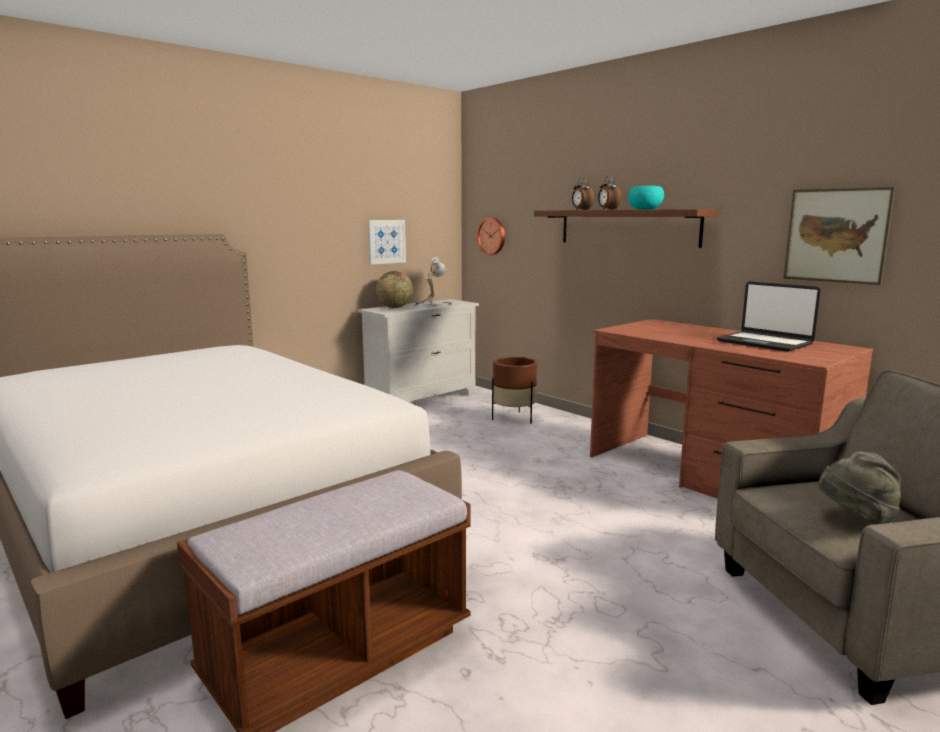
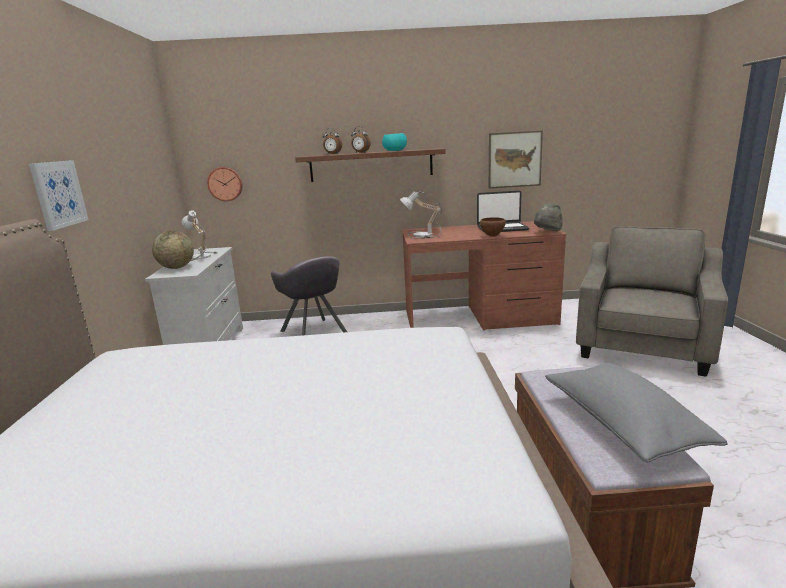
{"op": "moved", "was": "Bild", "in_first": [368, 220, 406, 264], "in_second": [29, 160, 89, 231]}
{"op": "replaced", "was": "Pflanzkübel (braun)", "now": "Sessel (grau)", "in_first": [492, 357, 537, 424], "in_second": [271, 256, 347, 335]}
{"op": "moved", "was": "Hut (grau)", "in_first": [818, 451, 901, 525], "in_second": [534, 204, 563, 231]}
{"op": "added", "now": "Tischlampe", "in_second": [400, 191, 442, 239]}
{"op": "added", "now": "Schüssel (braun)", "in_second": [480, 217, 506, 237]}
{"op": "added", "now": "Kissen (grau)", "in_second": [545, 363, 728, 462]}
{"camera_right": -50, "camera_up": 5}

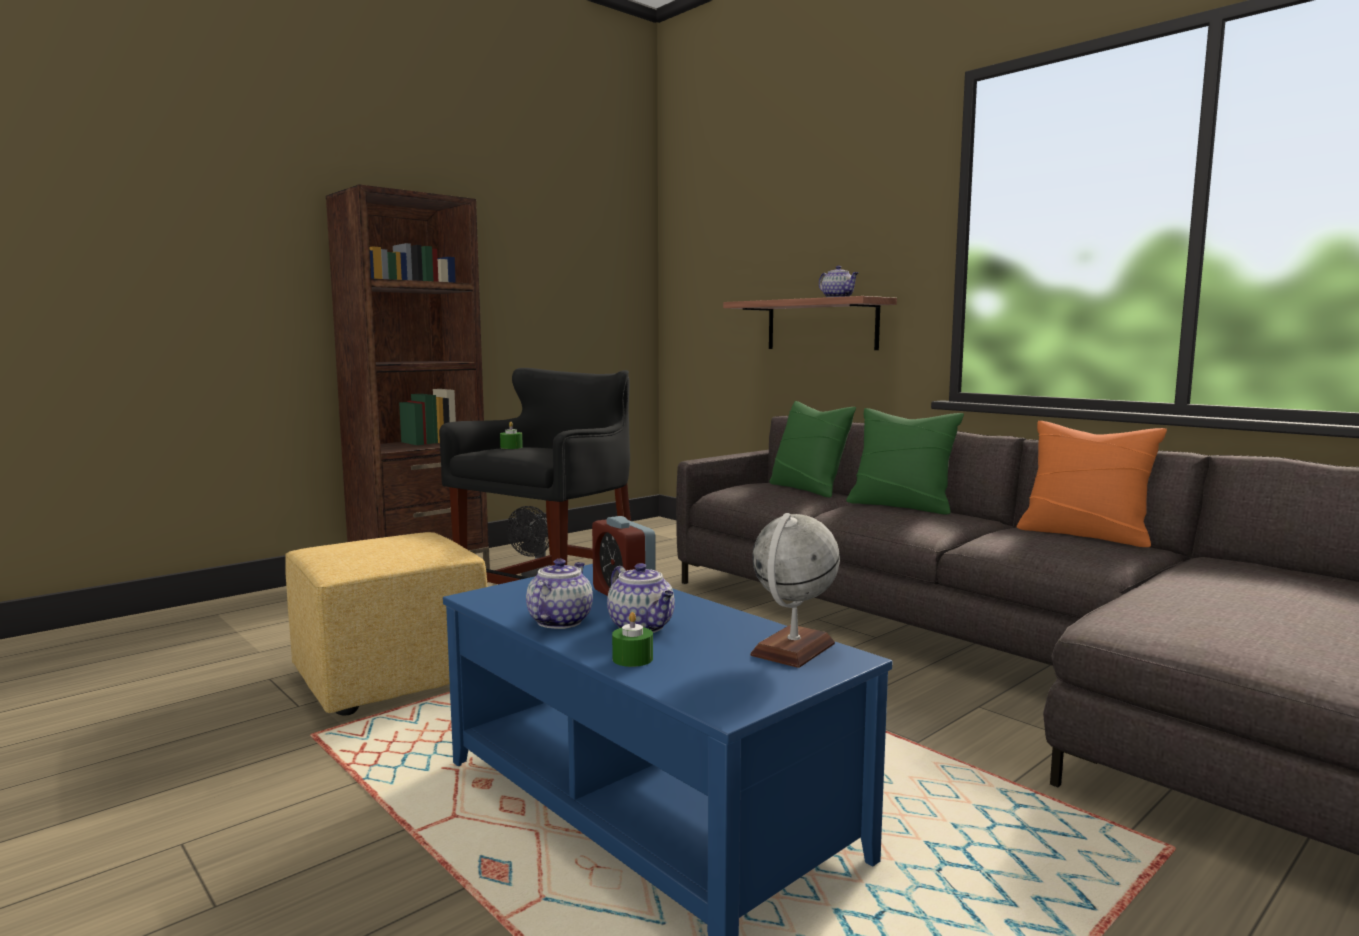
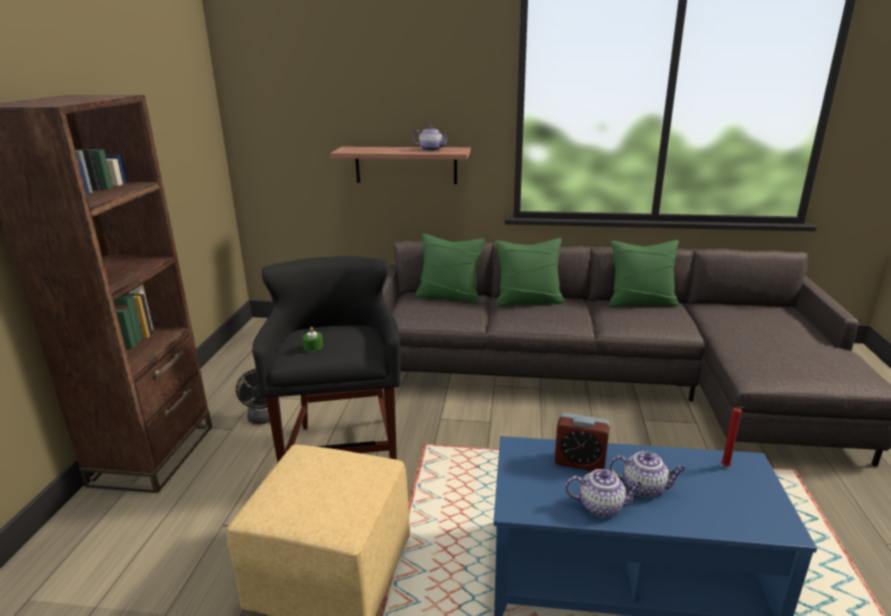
{"op": "turned", "was": "Teekanne", "in_first": [526, 559, 593, 629], "in_second": [565, 469, 642, 517], "clockwise": 120}
{"op": "removed", "was": "Kerze (grün)", "in_first": [612, 612, 653, 667]}
{"op": "replaced", "was": "Globus", "now": "Kerze (rot)", "in_first": [750, 513, 840, 668], "in_second": [721, 407, 744, 467]}
{"op": "recoloured", "was": "Kissen (orange)", "now": "Kissen (grün)", "in_first": [1017, 421, 1167, 547], "in_second": [609, 240, 679, 307]}
{"camera_right": -40, "camera_up": 15}

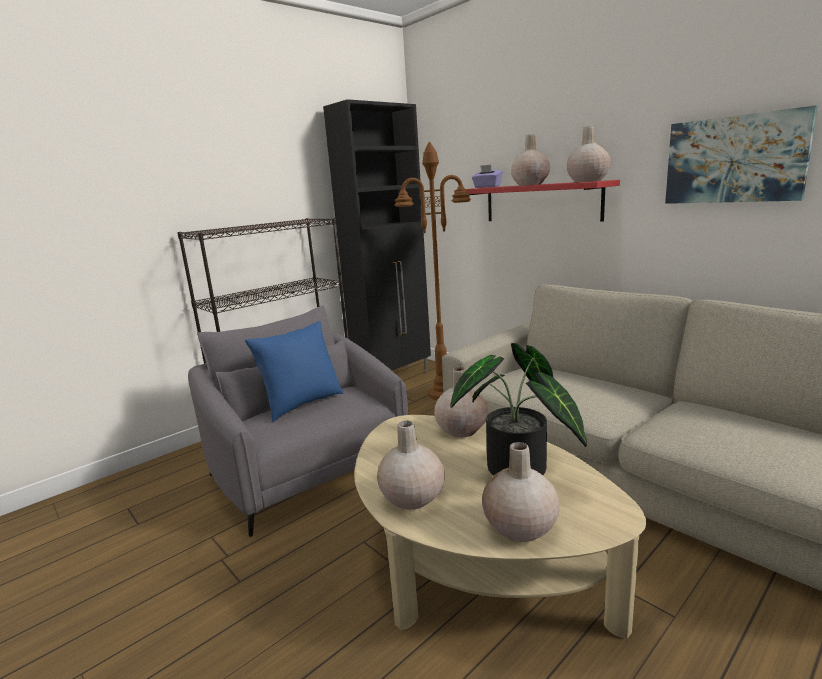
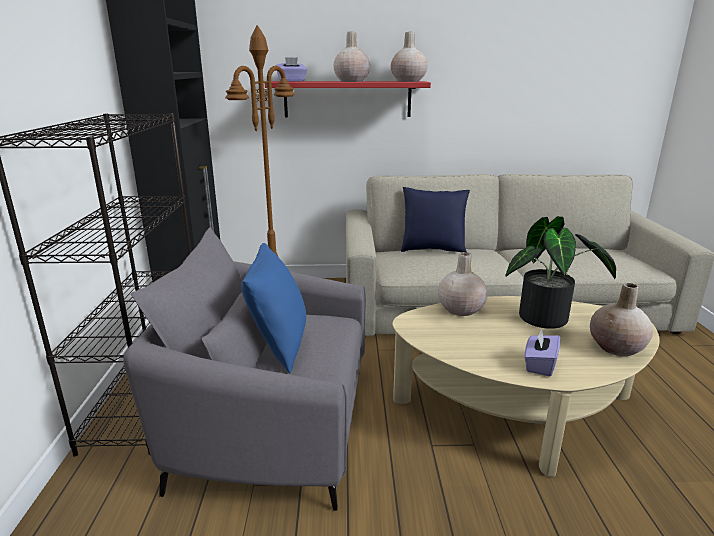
{"op": "replaced", "was": "Vase (beige)", "now": "Taschentuchbox (lila)", "in_first": [377, 421, 445, 510], "in_second": [524, 328, 560, 377]}
{"op": "removed", "was": "Bild", "in_first": [665, 105, 818, 204]}
{"op": "added", "now": "Kissen (blau)", "in_second": [401, 187, 470, 252]}
{"camera_right": -50, "camera_up": 5}

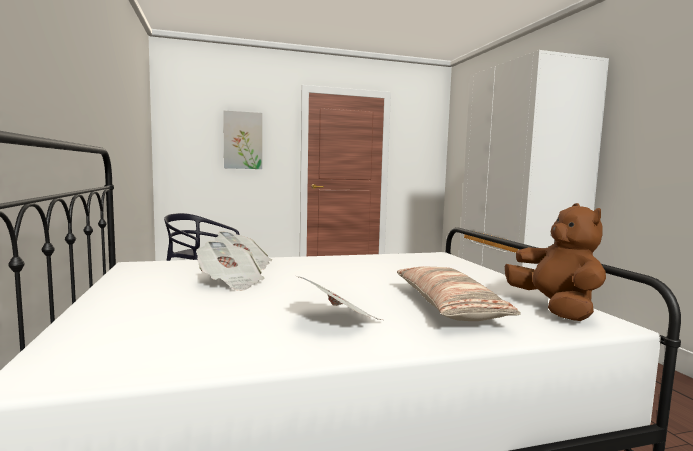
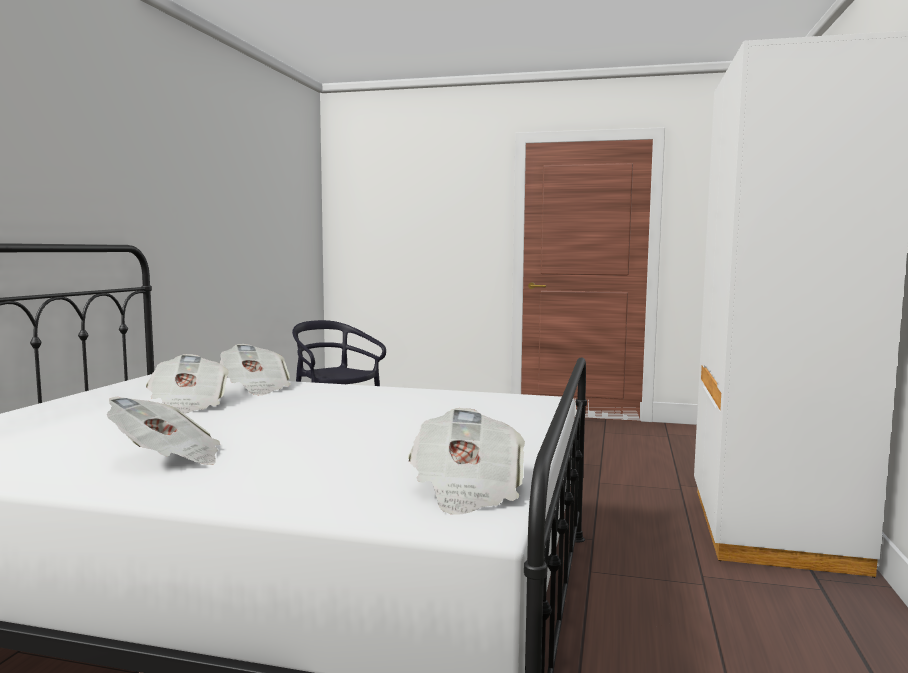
{"op": "removed", "was": "Bild", "in_first": [223, 111, 262, 169]}
{"op": "removed", "was": "Kissen", "in_first": [397, 266, 521, 321]}
{"op": "replaced", "was": "Plüschtier (braun)", "now": "Zeitung", "in_first": [505, 203, 606, 321], "in_second": [408, 408, 525, 515]}
{"camera_right": 30, "camera_up": 0}

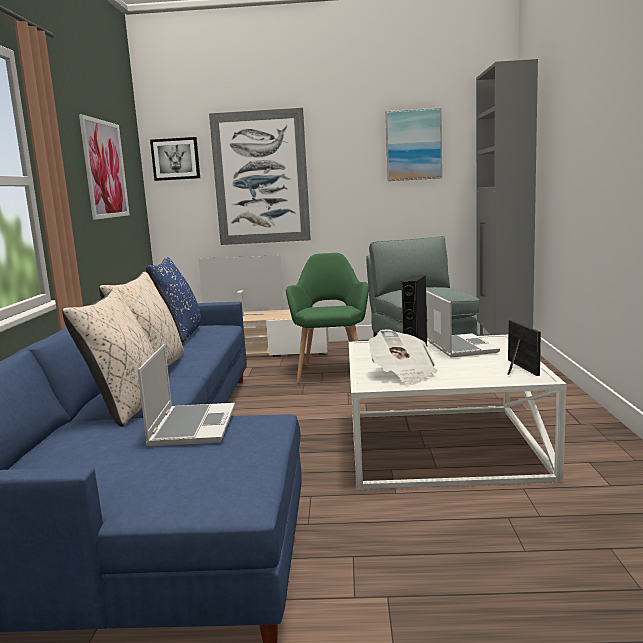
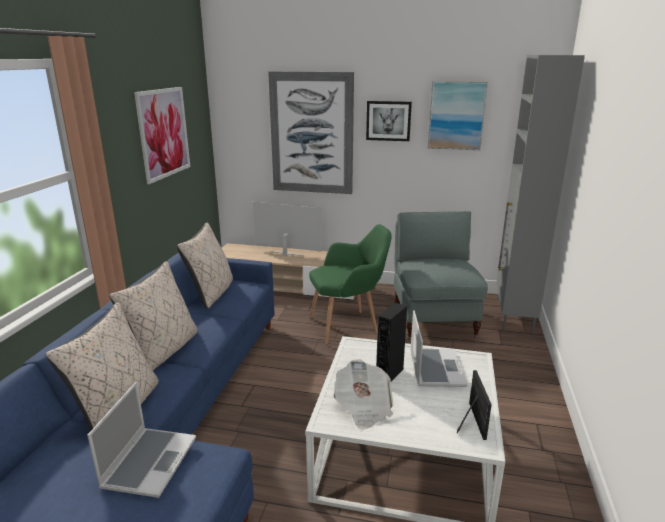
{"op": "recoloured", "was": "Kissen (blau)", "now": "Kissen (beige)", "in_first": [146, 257, 201, 342], "in_second": [177, 223, 233, 309]}
{"op": "moved", "was": "Bild", "in_first": [150, 137, 200, 181], "in_second": [366, 101, 412, 141]}
{"op": "turned", "was": "Sessel (grün)", "in_first": [286, 253, 369, 384], "in_second": [309, 224, 392, 345], "clockwise": 60}
{"camera_right": 10, "camera_up": 10}

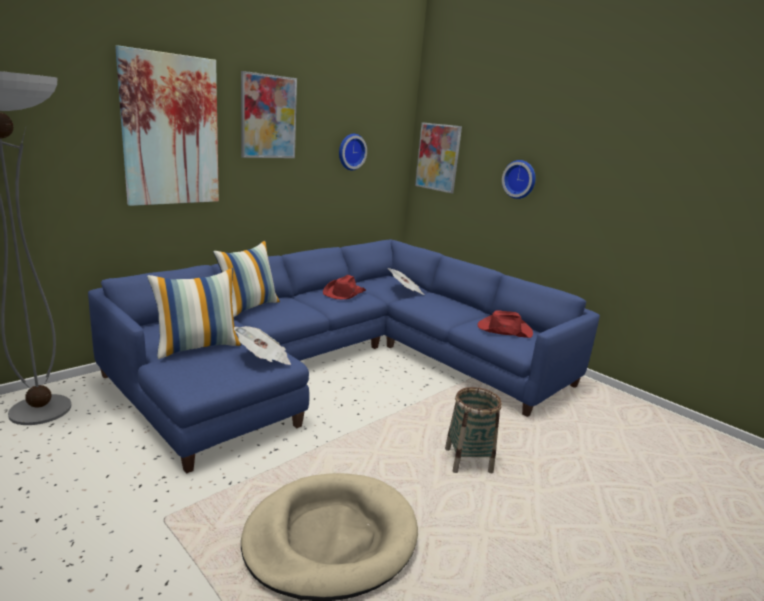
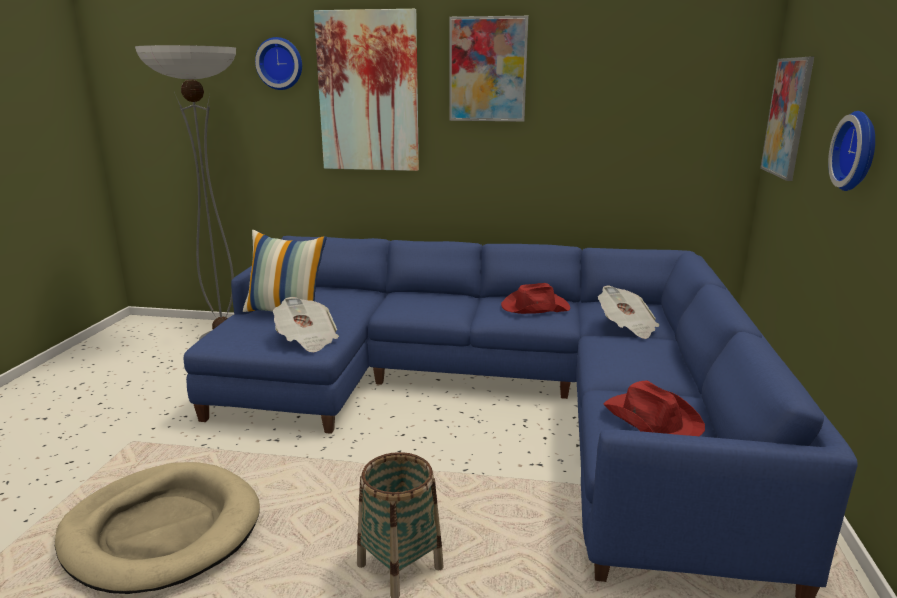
{"op": "removed", "was": "Kissen", "in_first": [213, 241, 280, 317]}
{"op": "moved", "was": "Wanduhr", "in_first": [339, 134, 367, 170], "in_second": [255, 37, 302, 90]}
{"camera_right": 55, "camera_up": 0}

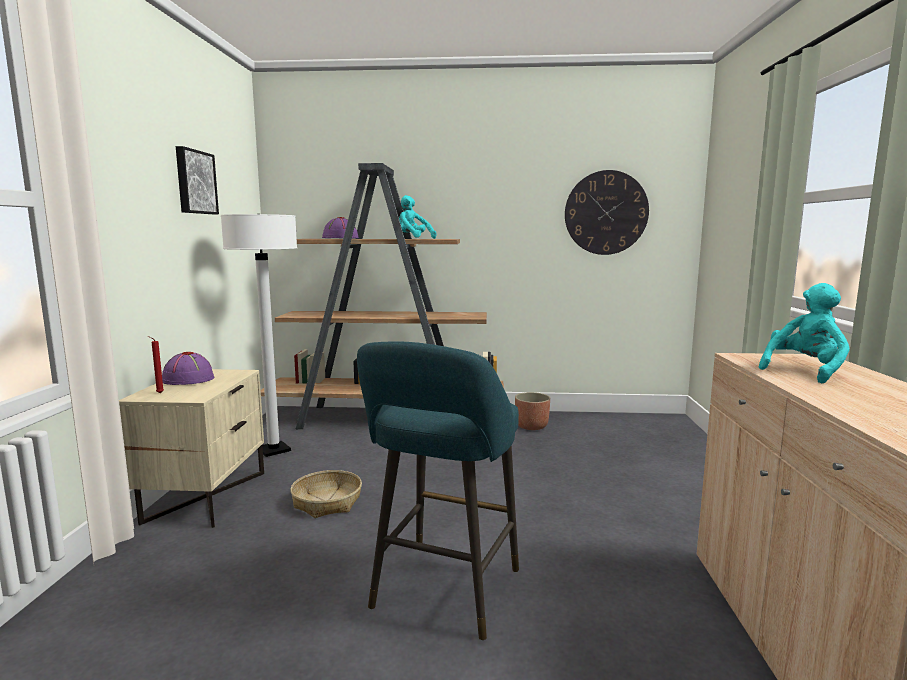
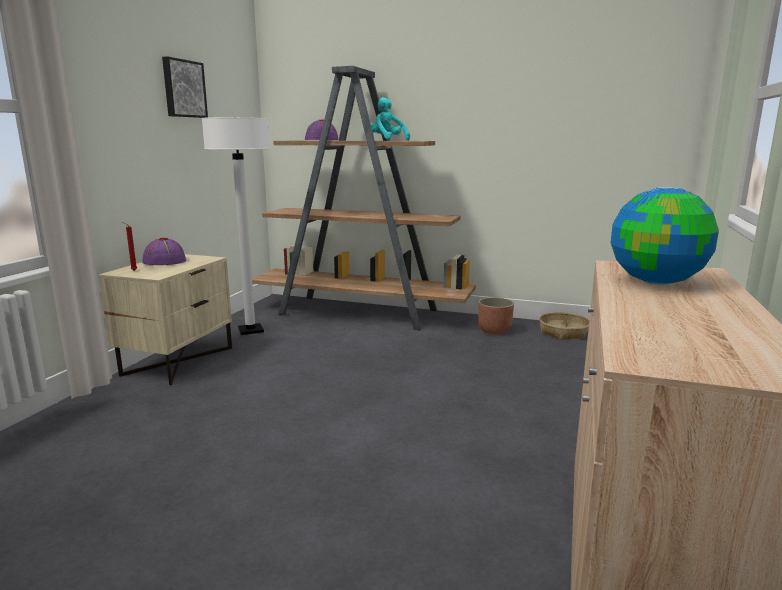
{"op": "moved", "was": "Korb", "in_first": [290, 470, 362, 518], "in_second": [539, 312, 589, 340]}
{"op": "removed", "was": "Hocker (türkis)", "in_first": [357, 341, 519, 640]}
{"op": "removed", "was": "Wanduhr", "in_first": [565, 170, 649, 255]}
{"op": "replaced", "was": "Plüschtier (türkis)", "now": "Globus", "in_first": [759, 283, 850, 384], "in_second": [611, 187, 719, 285]}
{"camera_right": 15, "camera_up": 5}

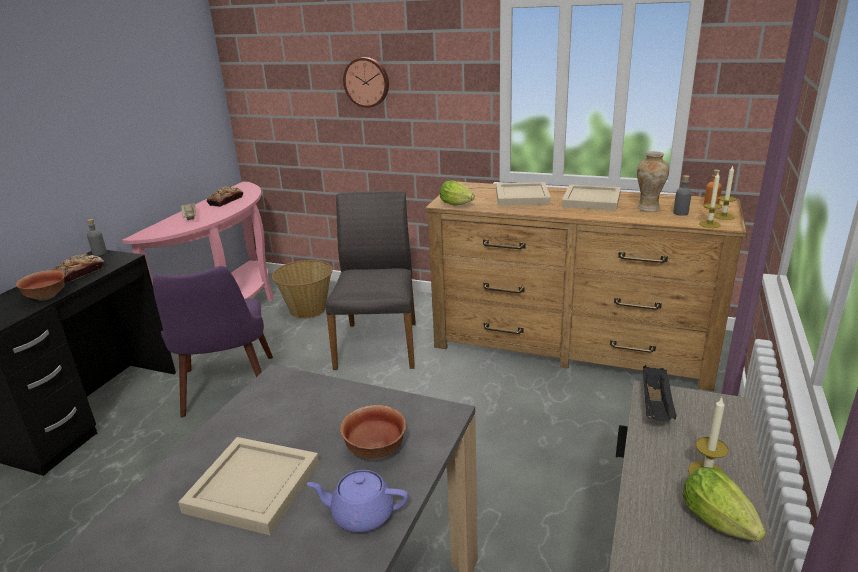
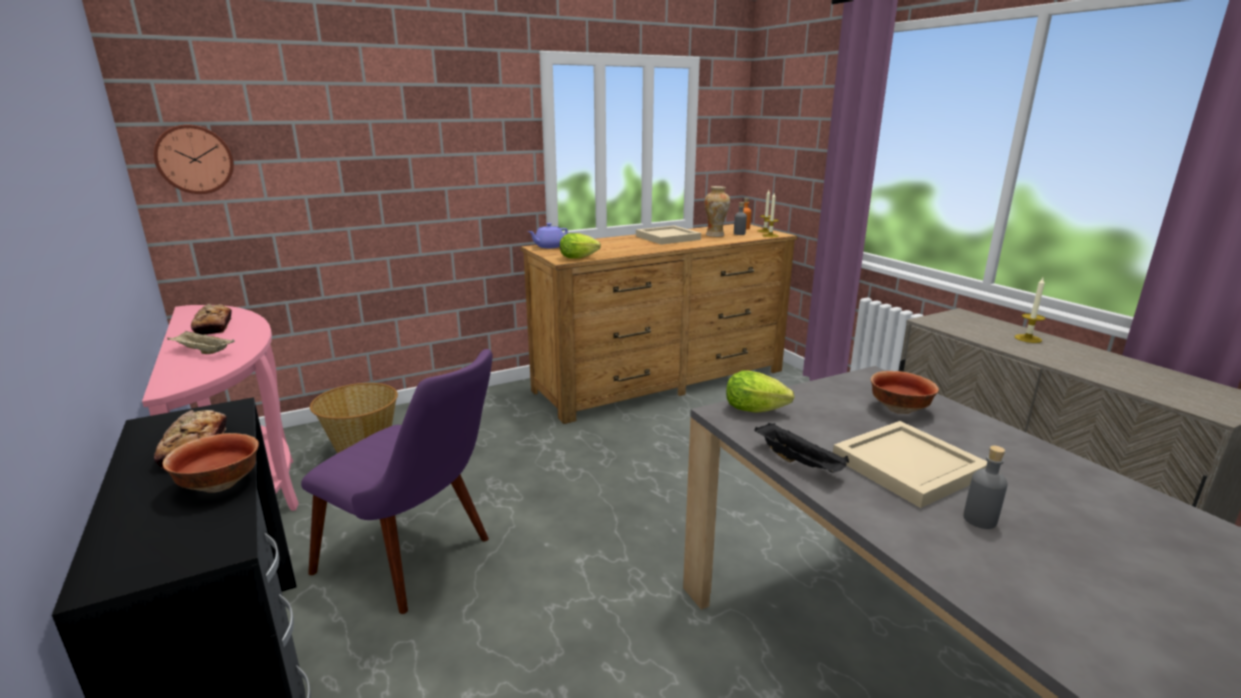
{"op": "moved", "was": "Flasche (grau)", "in_first": [87, 219, 107, 256], "in_second": [963, 446, 1007, 529]}
{"op": "moved", "was": "Teekanne (lila)", "in_first": [307, 470, 408, 533], "in_second": [528, 223, 568, 248]}
{"op": "removed", "was": "Stuhl (grau)", "in_first": [326, 191, 416, 370]}
{"op": "moved", "was": "Wanduhr", "in_first": [343, 57, 389, 108], "in_second": [154, 124, 234, 194]}
{"op": "removed", "was": "Tablett (beige)", "in_first": [496, 182, 551, 206]}
{"op": "moved", "was": "Tablett (schwarz)", "in_first": [643, 365, 677, 421], "in_second": [754, 423, 849, 473]}
{"op": "moved", "was": "Salatkopf", "in_first": [683, 467, 766, 542], "in_second": [726, 371, 794, 413]}
{"camera_right": -50, "camera_up": -5}

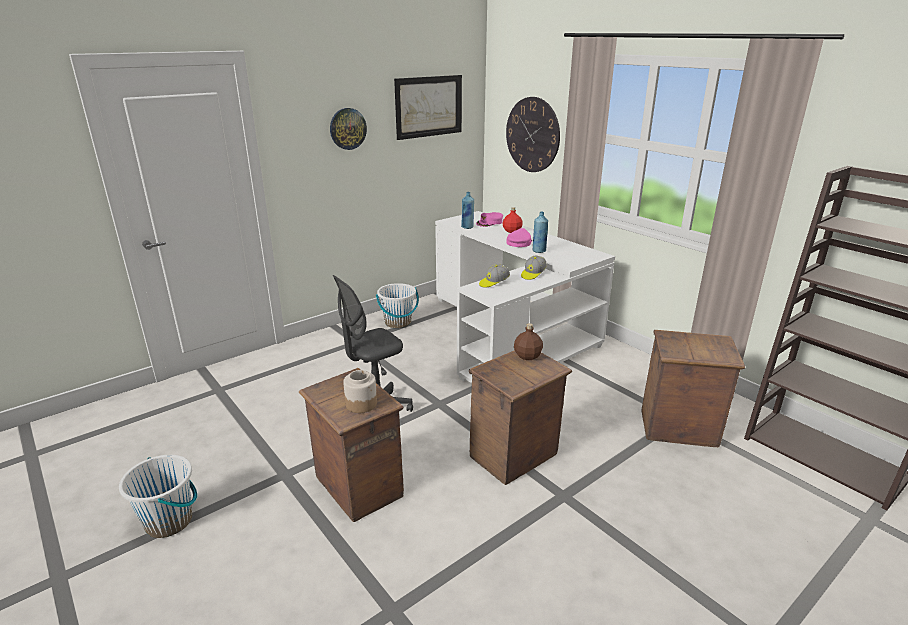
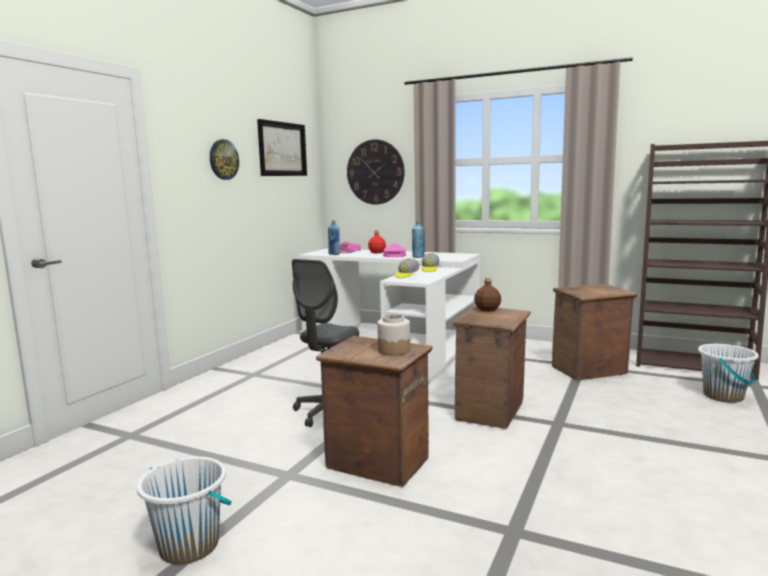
{"op": "moved", "was": "Eimer (weiß)", "in_first": [376, 283, 419, 328], "in_second": [698, 344, 759, 403]}
{"camera_right": -25, "camera_up": -15}

